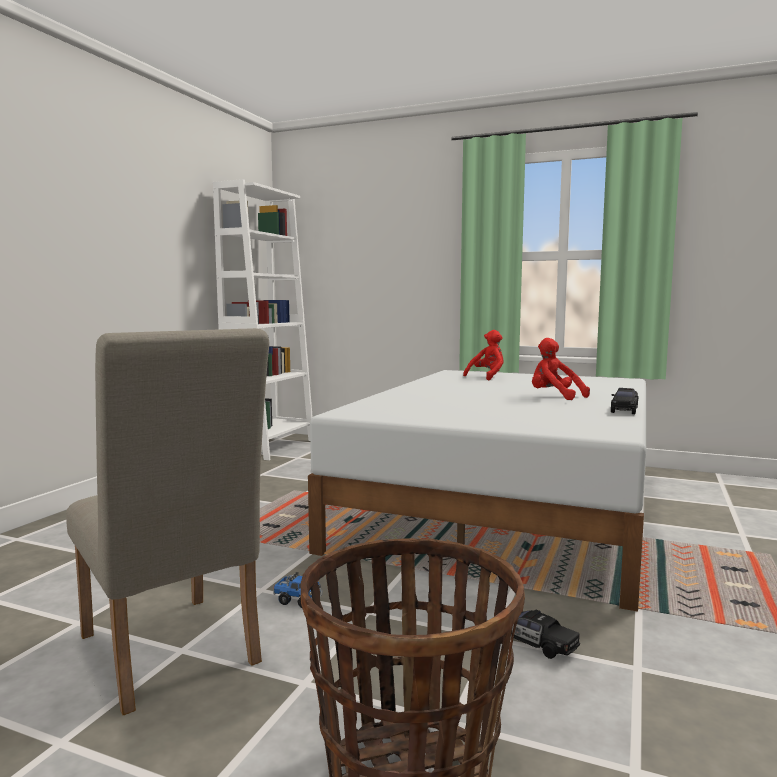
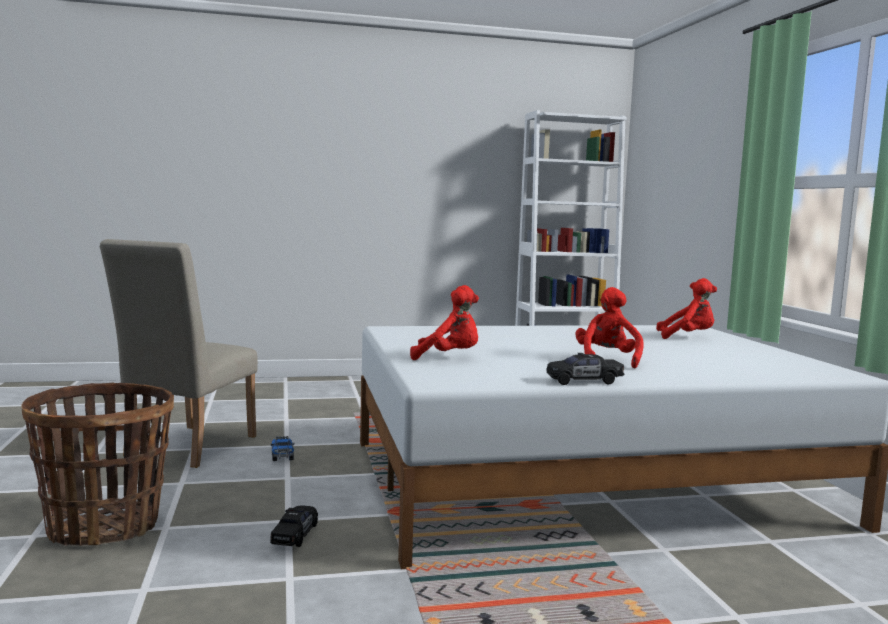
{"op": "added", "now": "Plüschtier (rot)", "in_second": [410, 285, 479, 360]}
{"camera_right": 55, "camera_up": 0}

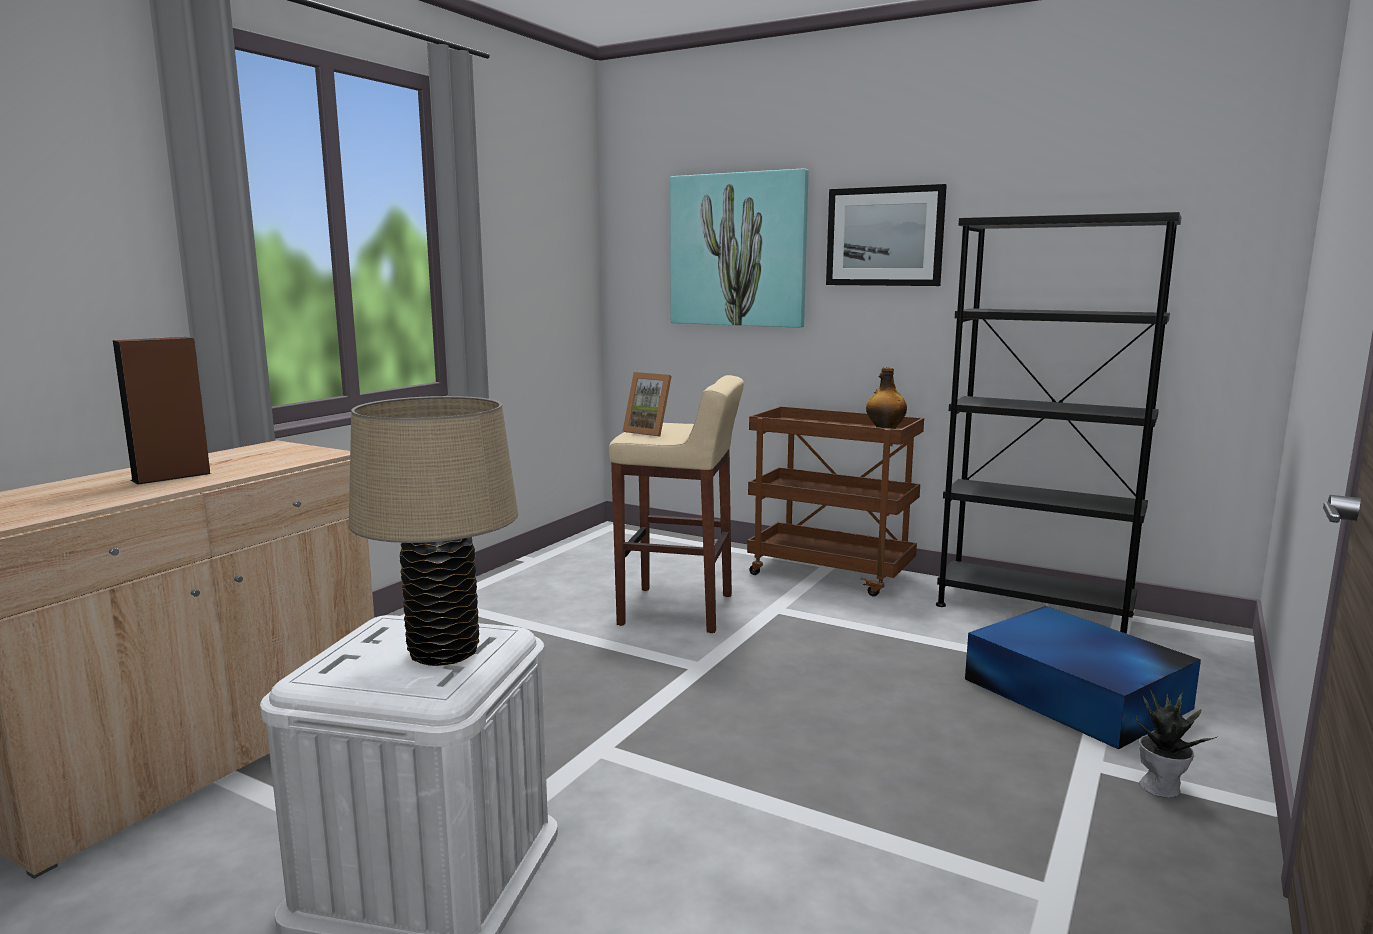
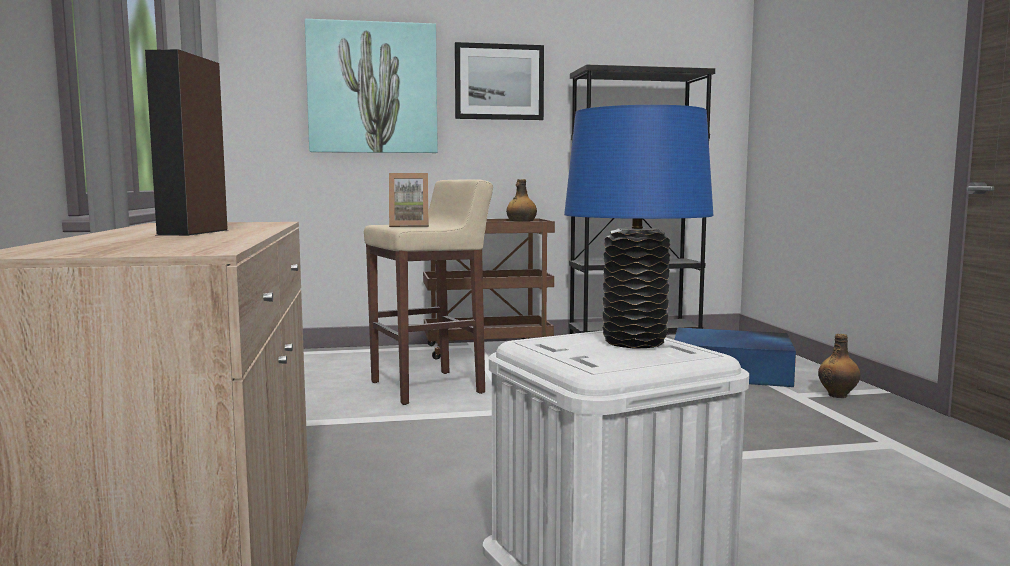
{"op": "recoloured", "was": "Tischlampe (beige)", "now": "Tischlampe (blau)", "in_first": [349, 396, 518, 666], "in_second": [564, 105, 713, 348]}
{"op": "replaced", "was": "Topfpflanze", "now": "Flasche", "in_first": [1135, 688, 1218, 798], "in_second": [818, 334, 860, 398]}
{"camera_right": -40, "camera_up": -5}

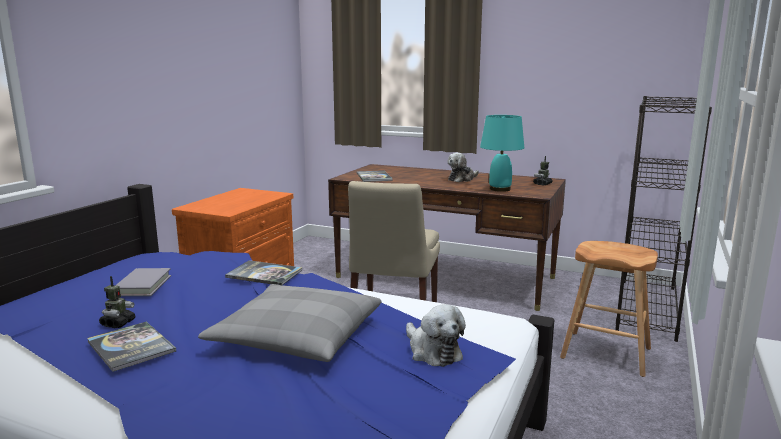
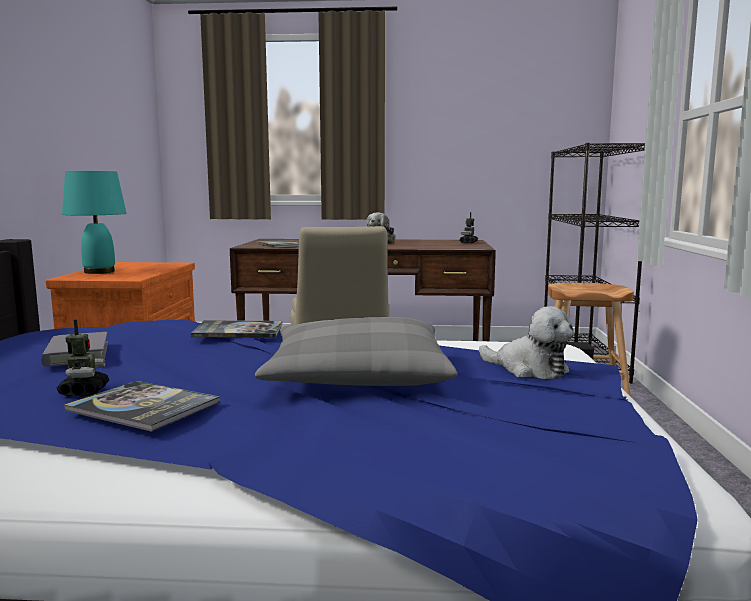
{"op": "moved", "was": "Tischlampe (türkis)", "in_first": [480, 115, 524, 192], "in_second": [62, 171, 127, 274]}
{"camera_right": -20, "camera_up": -5}

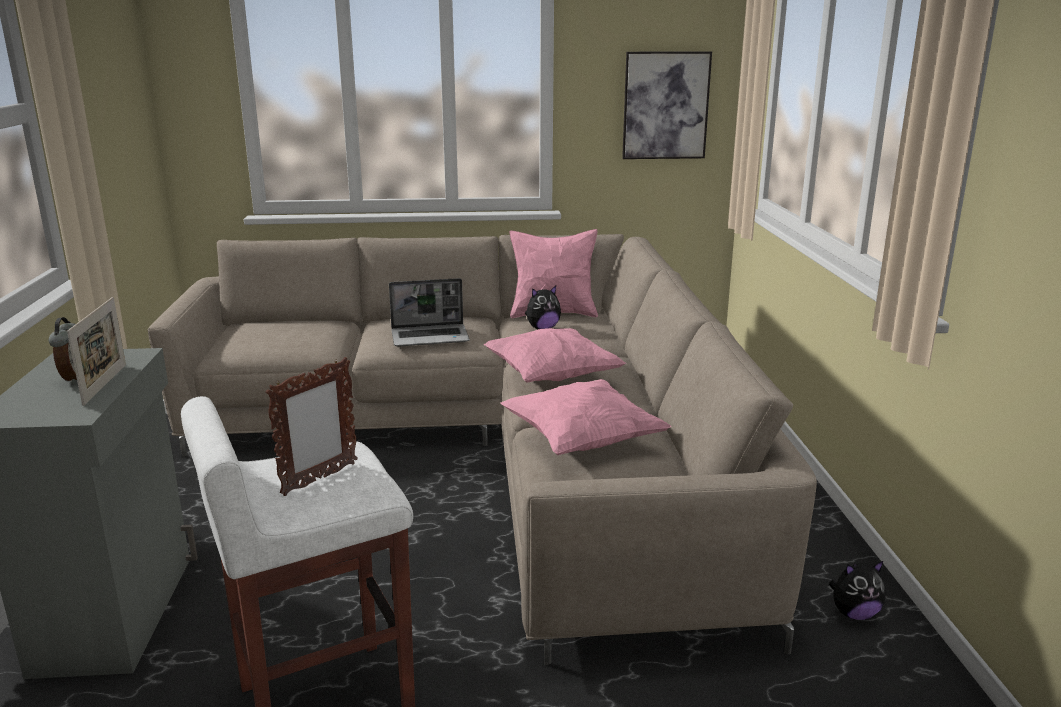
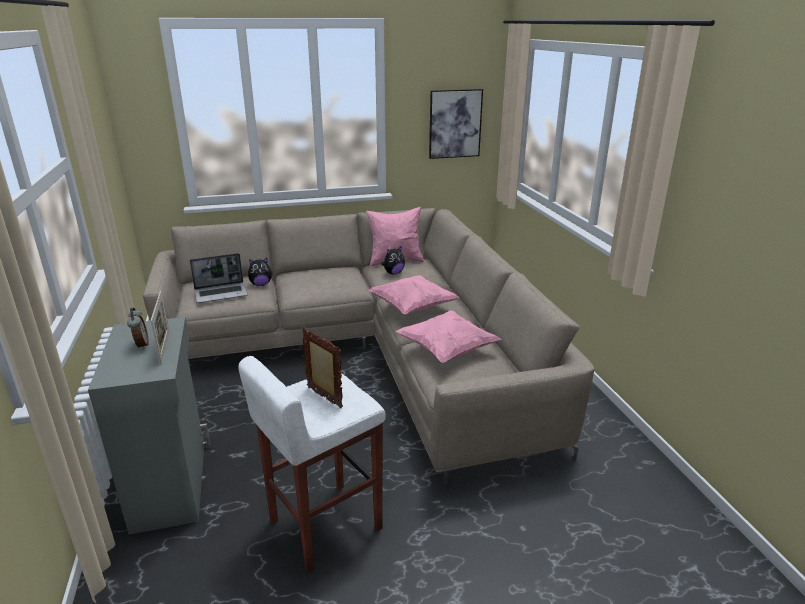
{"op": "turned", "was": "Bilderrahmen", "in_first": [266, 357, 358, 496], "in_second": [302, 327, 343, 409], "clockwise": -75}
{"op": "moved", "was": "Laptop", "in_first": [389, 278, 470, 346], "in_second": [190, 253, 248, 303]}
{"op": "moved", "was": "Plüschtier", "in_first": [829, 561, 886, 620], "in_second": [248, 257, 273, 286]}
{"camera_right": -10, "camera_up": 5}

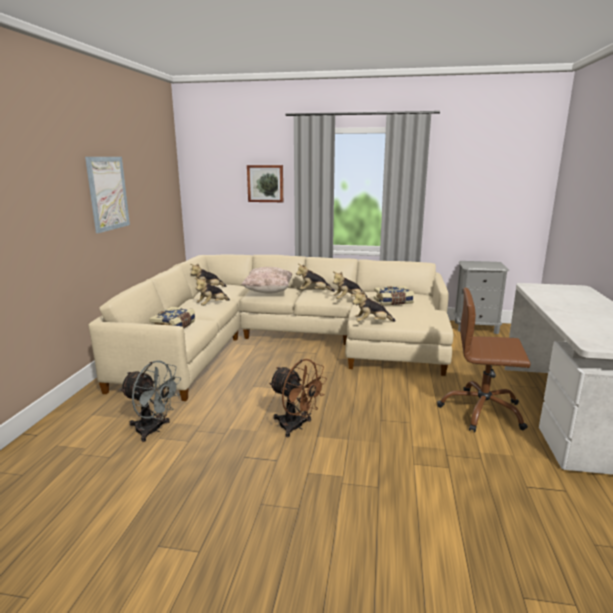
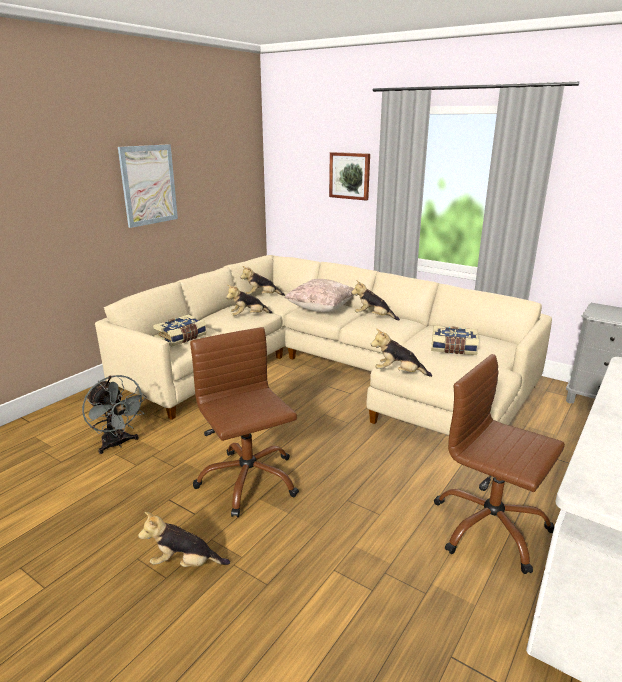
{"op": "replaced", "was": "Ventilator (braun)", "now": "Bürostuhl (braun)", "in_first": [269, 359, 327, 437], "in_second": [190, 327, 299, 517]}
{"op": "moved", "was": "Plüschtier", "in_first": [333, 271, 367, 299], "in_second": [138, 512, 230, 567]}
{"camera_right": 25, "camera_up": 5}

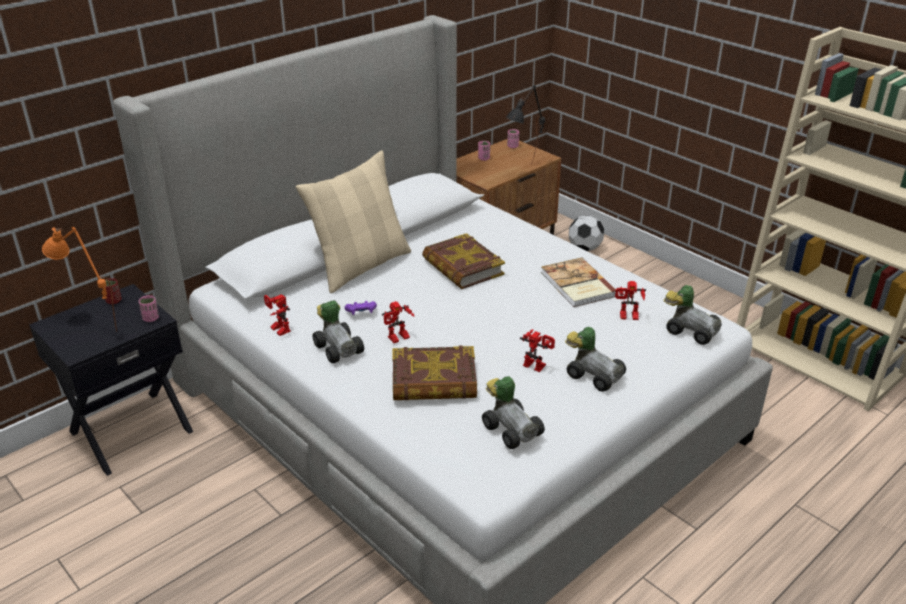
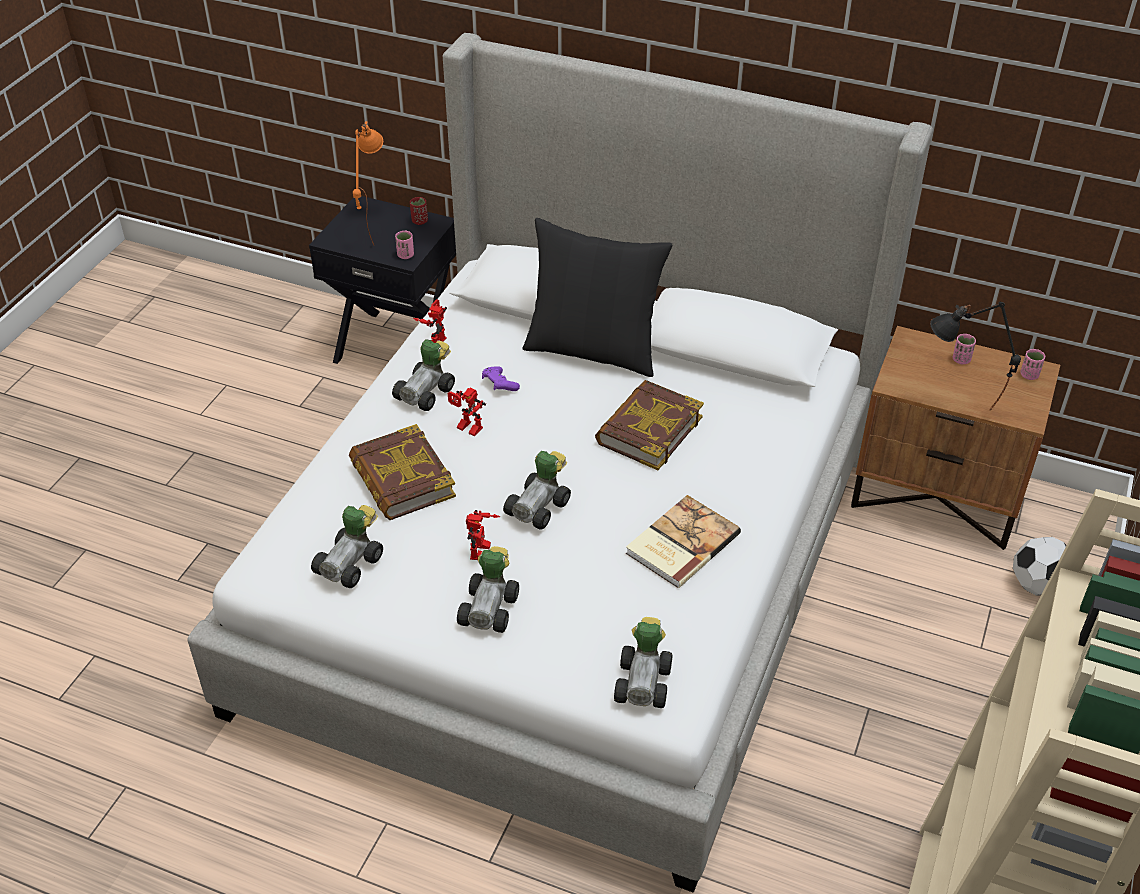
{"op": "recoloured", "was": "Kissen (beige)", "now": "Kissen (schwarz)", "in_first": [296, 151, 411, 293], "in_second": [522, 218, 672, 377]}
{"op": "removed", "was": "Spielzeugroboter", "in_first": [615, 281, 646, 320]}
{"op": "added", "now": "Spielzeugauto", "in_second": [503, 451, 571, 529]}
{"camera_right": 65, "camera_up": 10}

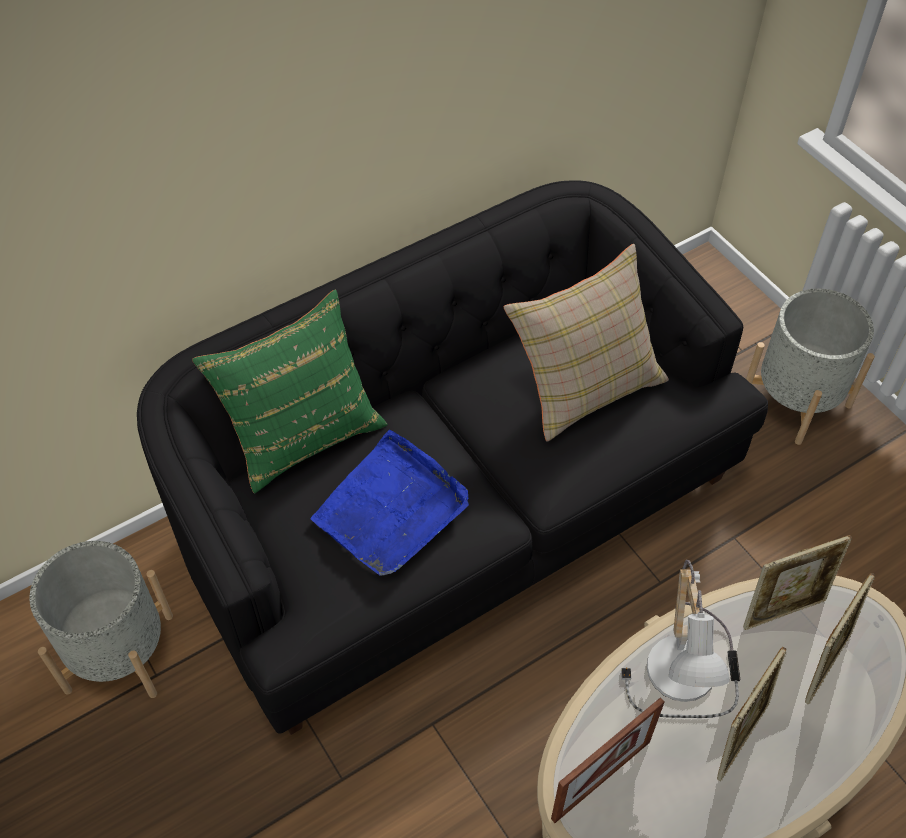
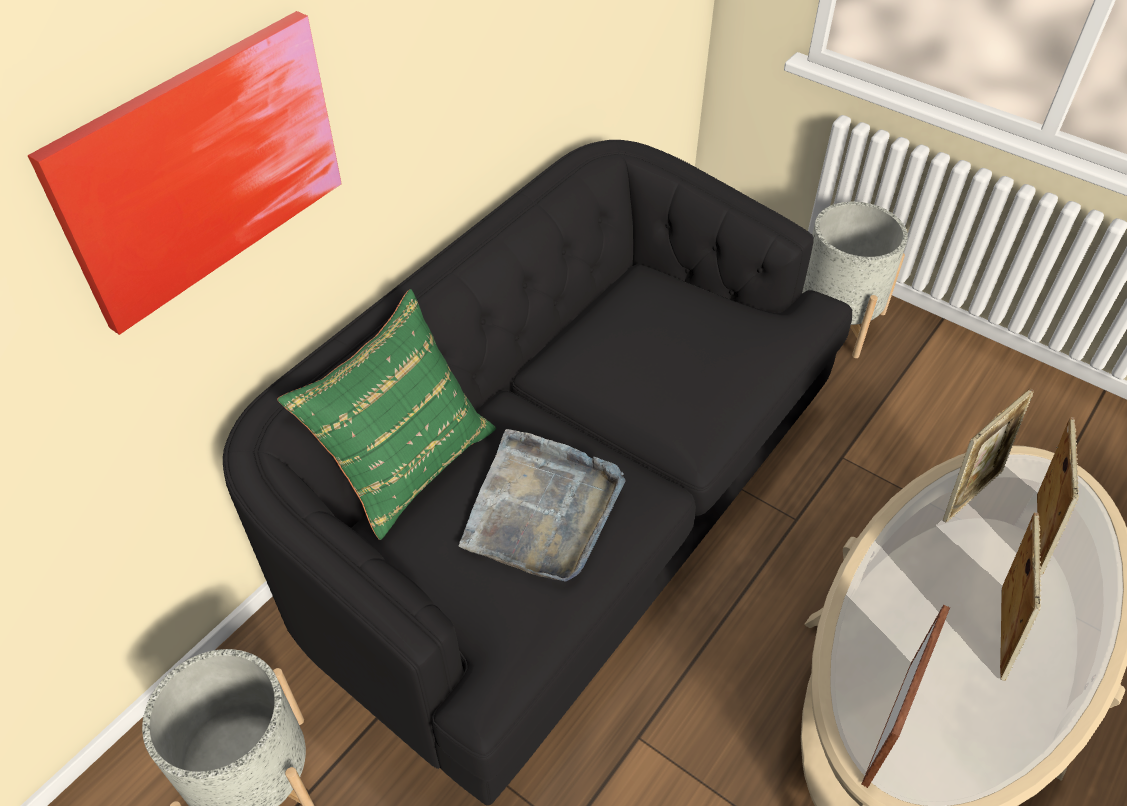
{"op": "recoloured", "was": "Tablett (blau)", "now": "Tablett (grau)", "in_first": [311, 430, 469, 576], "in_second": [458, 429, 625, 582]}
{"op": "removed", "was": "Kissen (beige)", "in_first": [504, 244, 669, 442]}
{"op": "removed", "was": "Tischlampe", "in_first": [621, 560, 740, 718]}
{"op": "added", "now": "Bild", "in_second": [28, 11, 342, 335]}
{"camera_right": -20, "camera_up": -5}

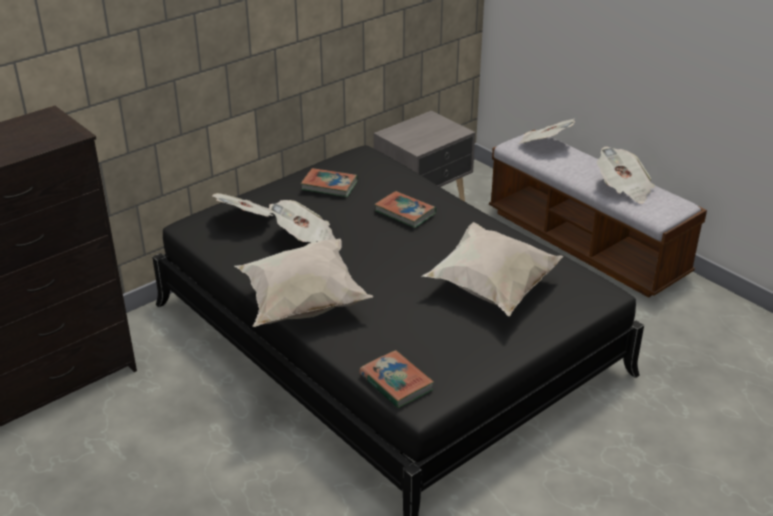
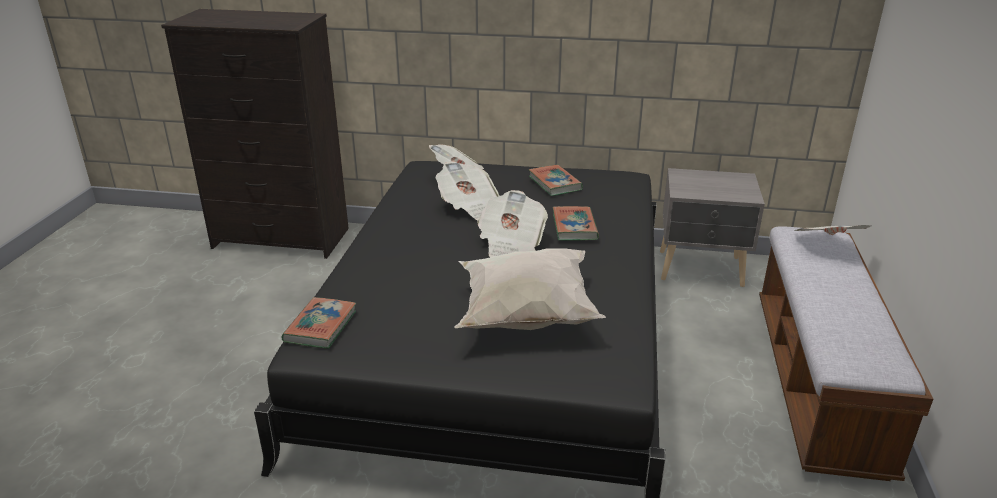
{"op": "removed", "was": "Kissen (weiß)", "in_first": [235, 239, 373, 327]}
{"op": "moved", "was": "Zeitung", "in_first": [597, 146, 655, 204], "in_second": [477, 190, 548, 257]}
{"camera_right": 50, "camera_up": -5}

